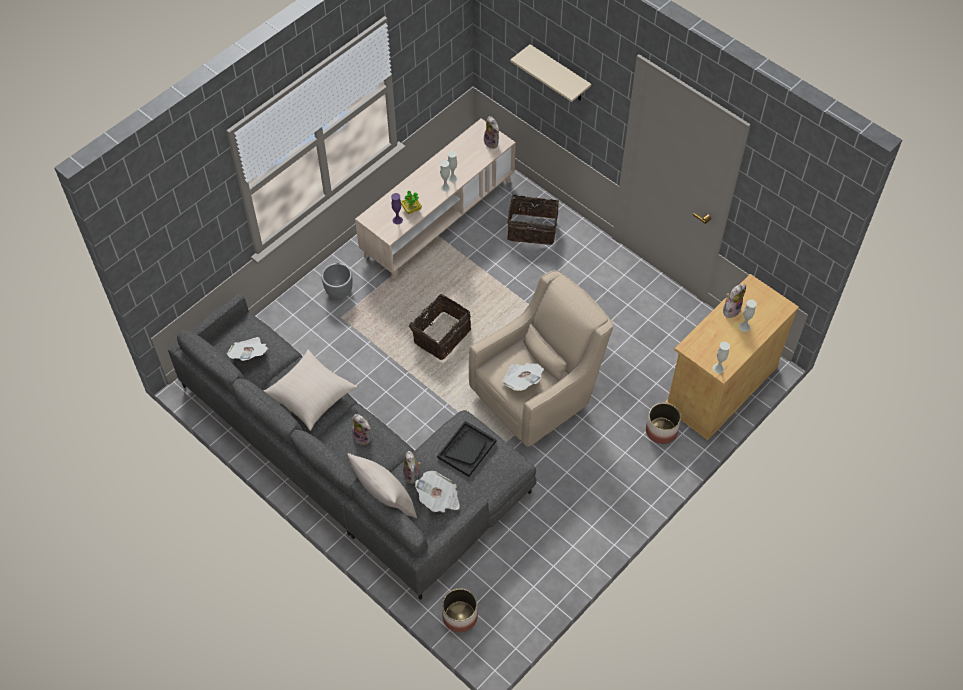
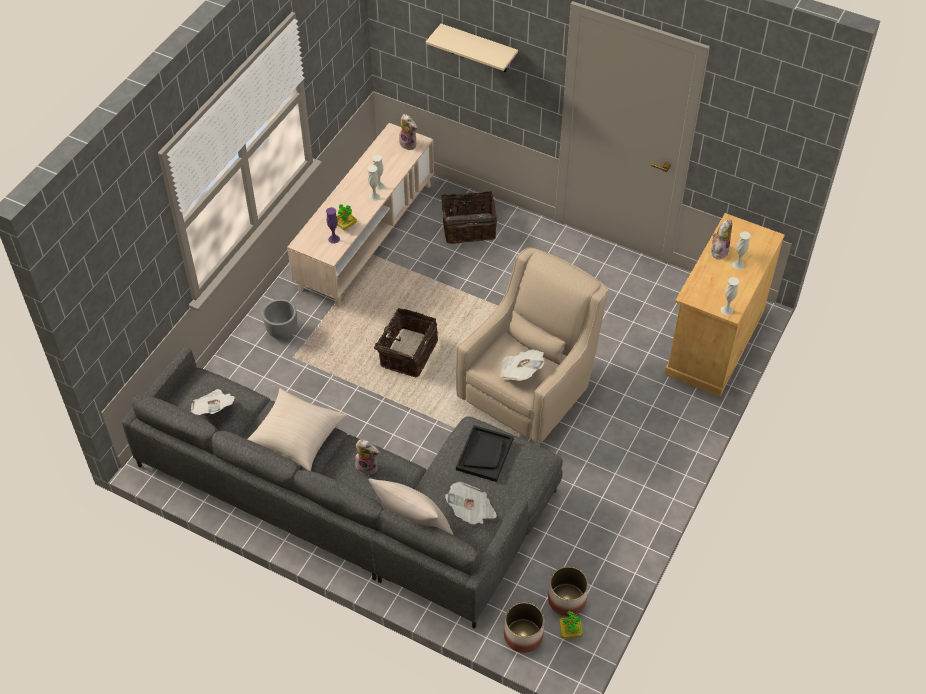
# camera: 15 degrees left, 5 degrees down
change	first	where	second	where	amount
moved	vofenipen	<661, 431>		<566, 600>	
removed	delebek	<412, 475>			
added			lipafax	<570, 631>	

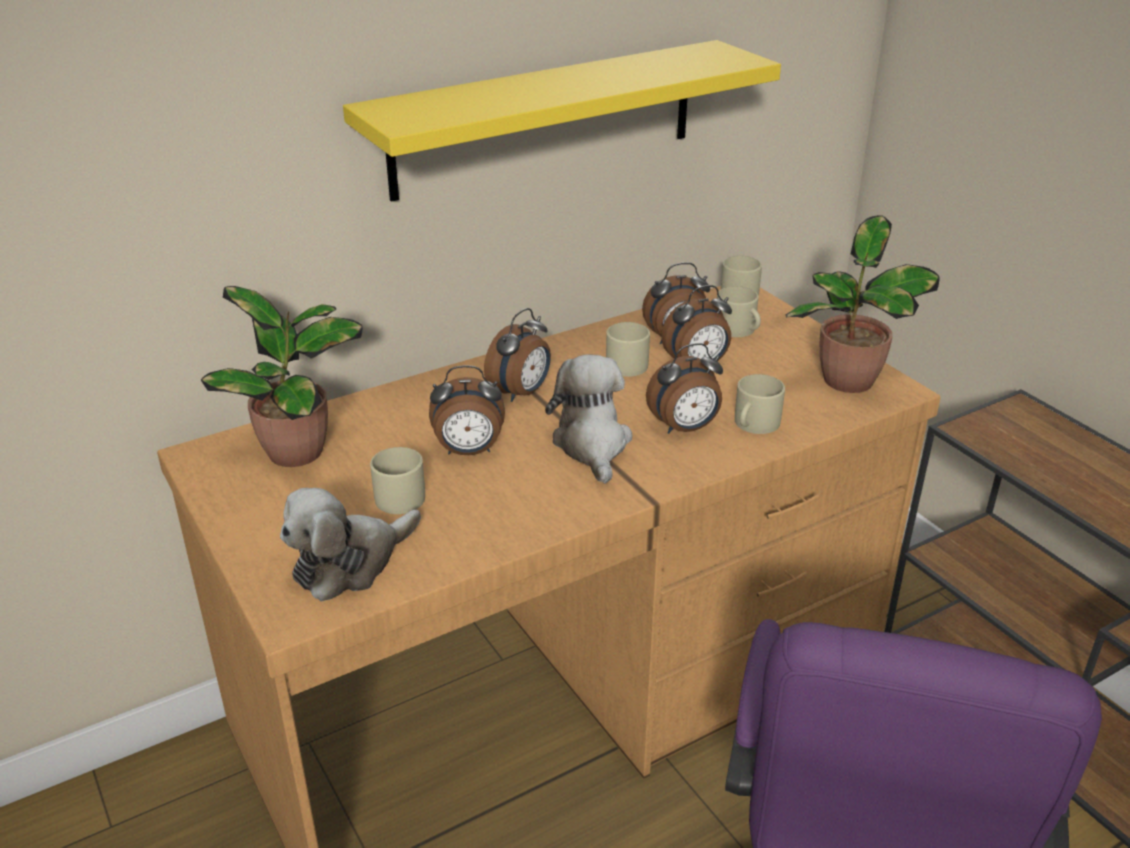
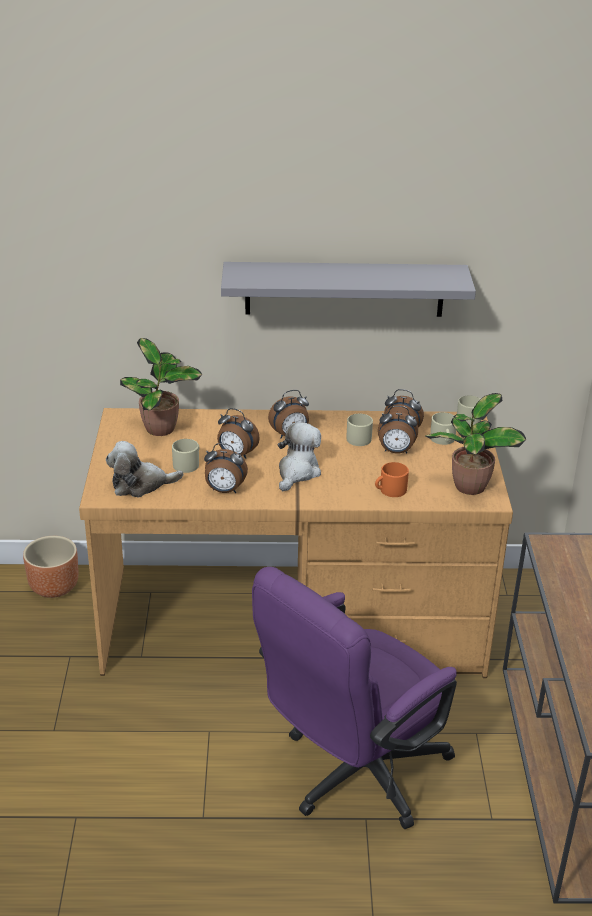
# camera: 30 degrees right, 0 degrees up
change	first	where	second	where	amount
recoloured	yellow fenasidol	<545, 119>	grey fenasidol	<344, 289>	
moved	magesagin	<685, 428>		<224, 490>	
recoloured	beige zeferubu	<754, 424>	orange zeferubu	<390, 490>	
added			brown vofenipen	<54, 587>	

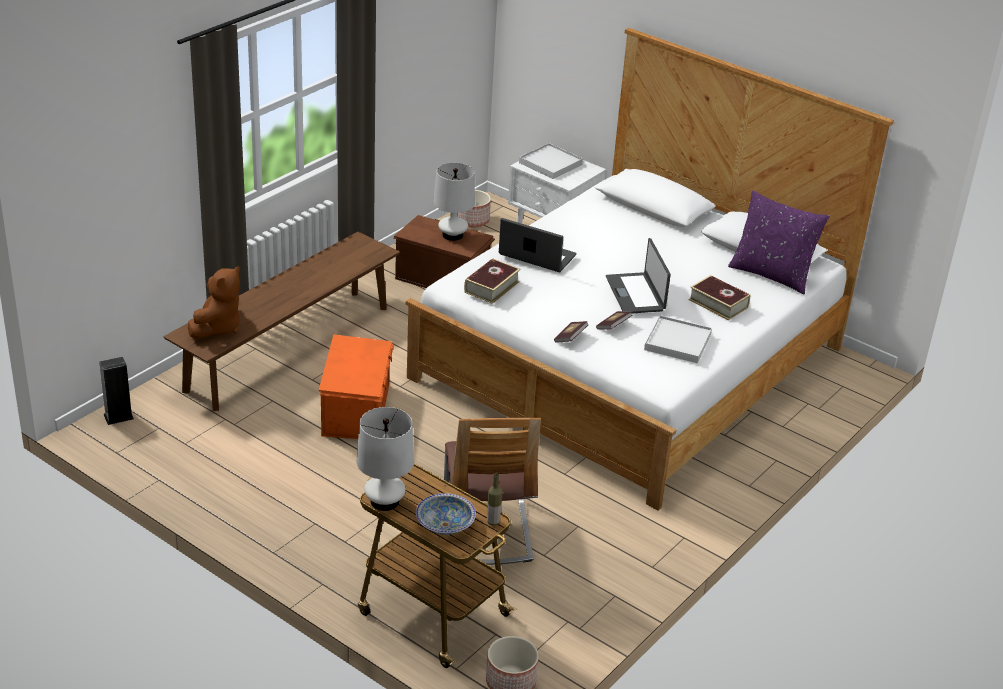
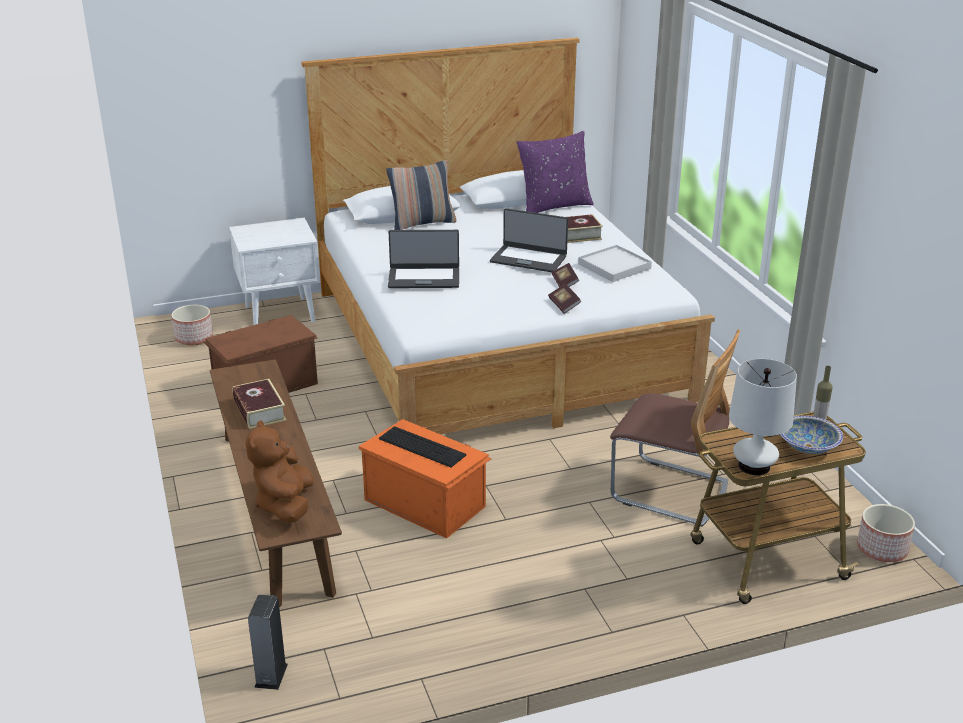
# camera: 55 degrees left, 5 degrees down
change	first	where	second	where	amount
removed	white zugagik	<550, 163>			
removed	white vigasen	<452, 235>			
turned	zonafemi	<536, 255>		<424, 278>	150 degrees counterclockwise
moved	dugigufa	<491, 287>		<259, 410>	
turned	brown delebek	<218, 327>		<285, 505>	150 degrees counterclockwise
added			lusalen	<422, 223>	
added			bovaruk	<422, 447>	

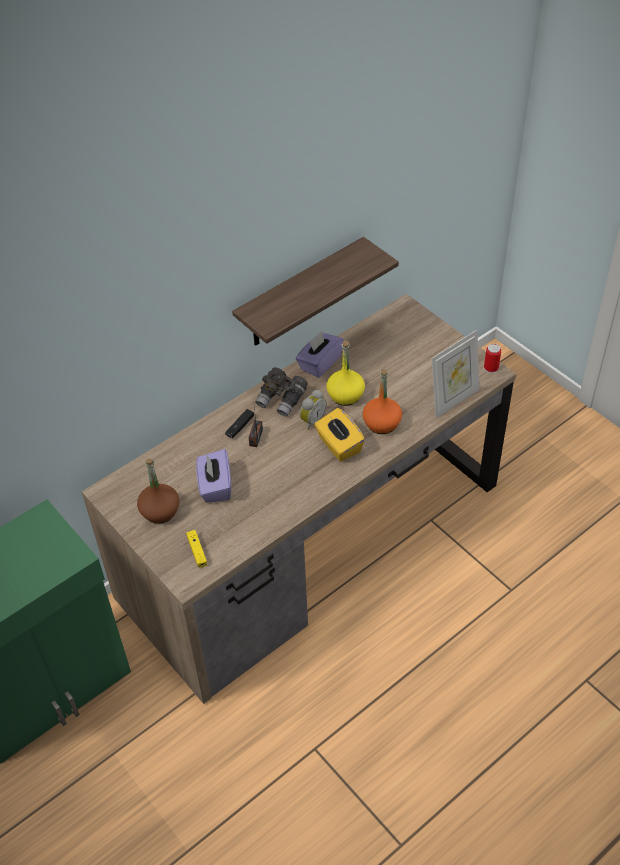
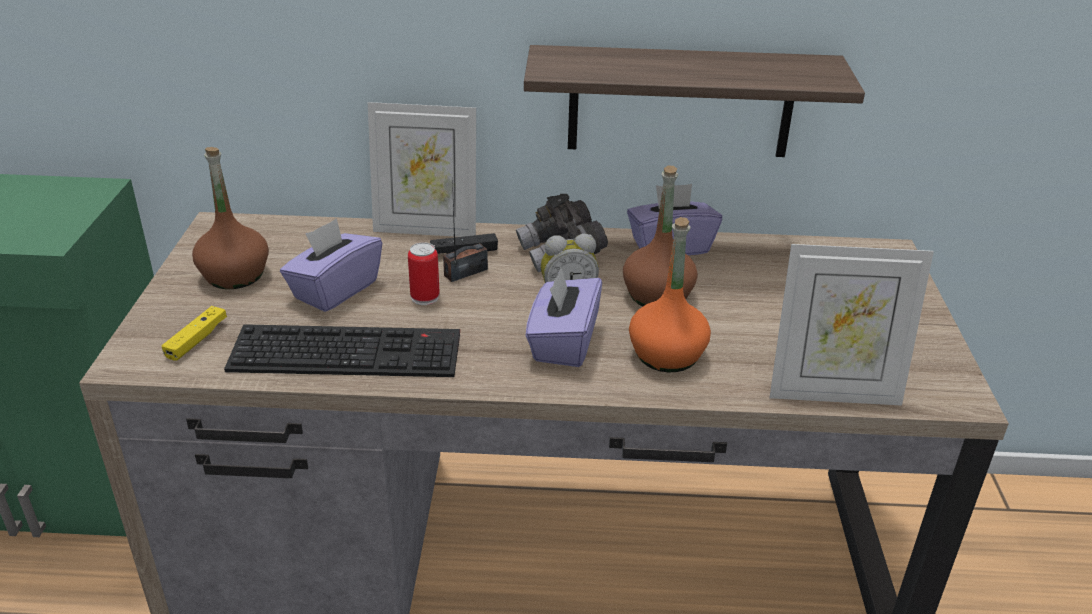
# camera: 40 degrees right, 15 degrees down
change	first	where	second	where	amount
recoloured	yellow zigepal	<345, 395>	brown zigepal	<657, 296>	
moved	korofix	<491, 368>		<425, 297>	
recoloured	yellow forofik	<339, 445>	purple forofik	<563, 343>	
added			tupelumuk	<426, 229>	
added			bovaruk	<349, 350>	

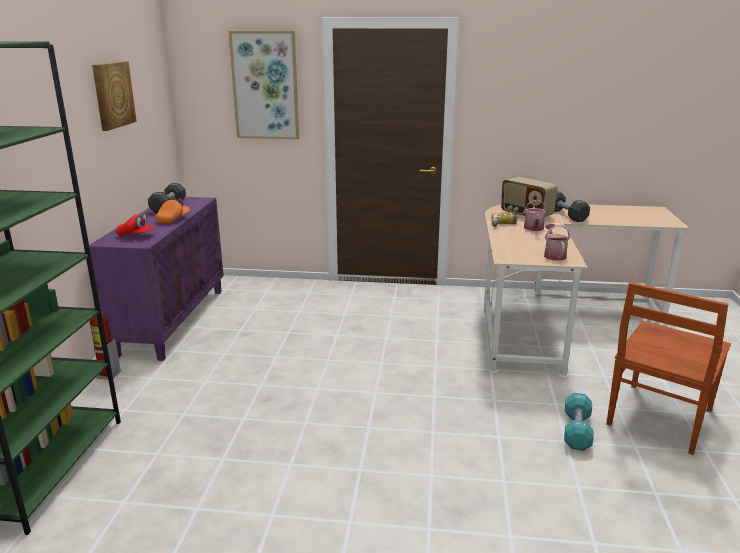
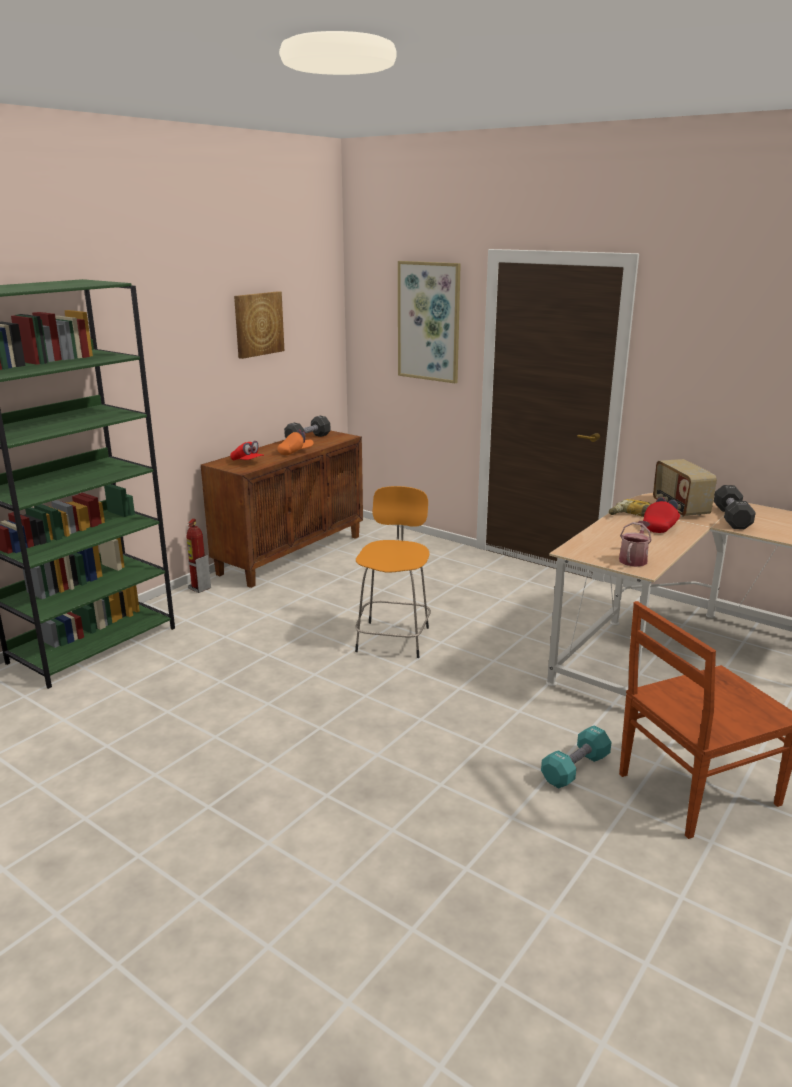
# camera: 30 degrees right, 0 degrees up
change	first	where	second	where	amount
recoloured	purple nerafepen	<172, 320>	brown nerafepen	<291, 554>	
replaced	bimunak	<534, 229>	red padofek	<660, 526>	
added			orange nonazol	<393, 638>	

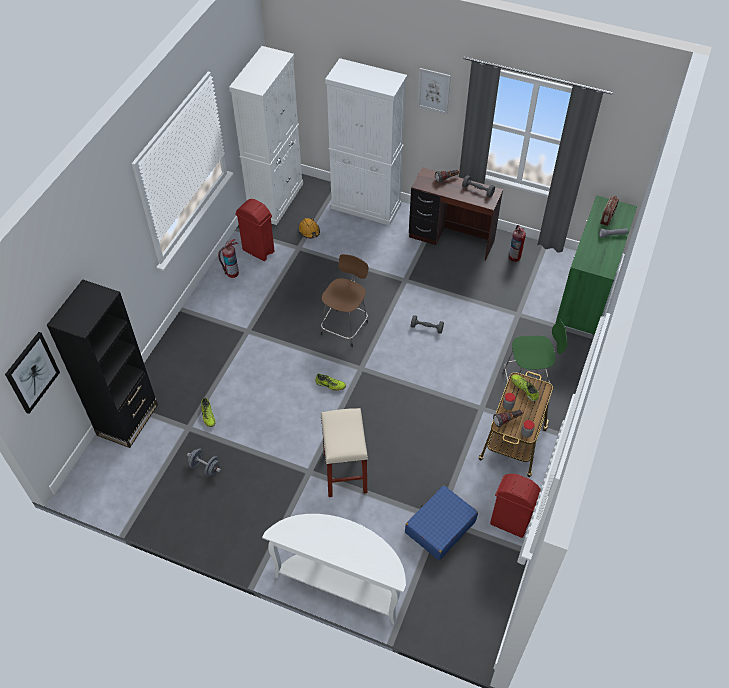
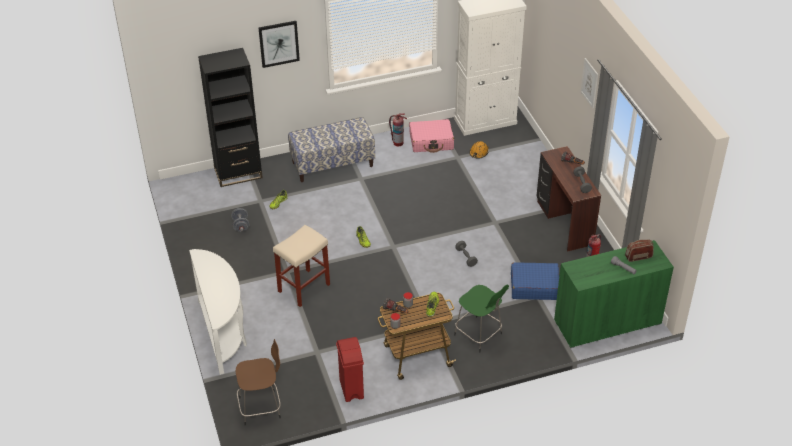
# camera: 50 degrees right, 10 degrees down
change	first	where	second	where	amount
removed	white nerafepen	<366, 206>			
replaced	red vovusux	<258, 250>	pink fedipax	<431, 141>	
moved	brown nonazol	<345, 327>		<261, 407>	
moved	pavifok	<32, 372>		<279, 43>	
moved	blue fedipax	<440, 527>		<534, 287>	
added			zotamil	<332, 164>	

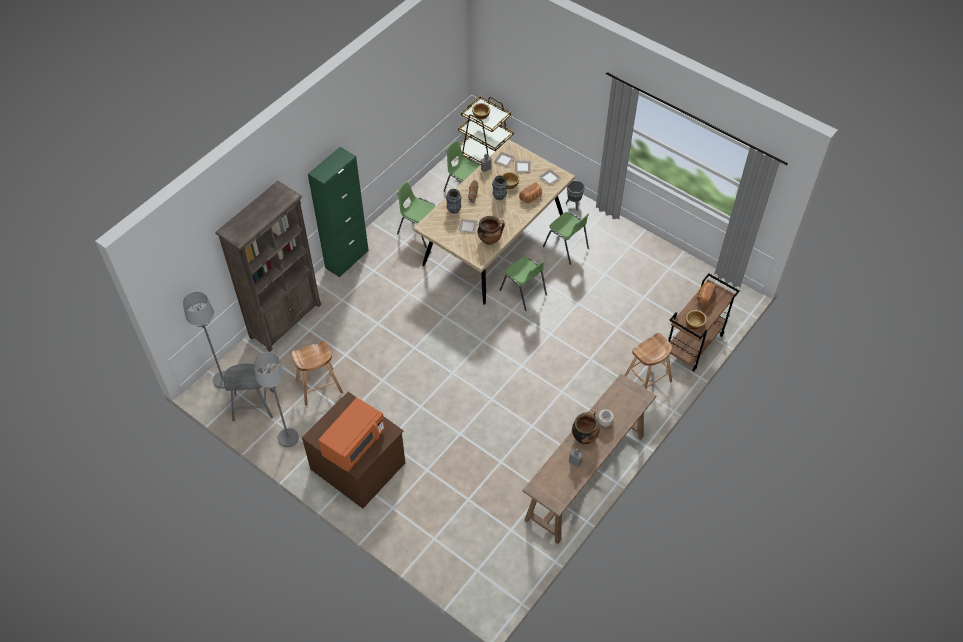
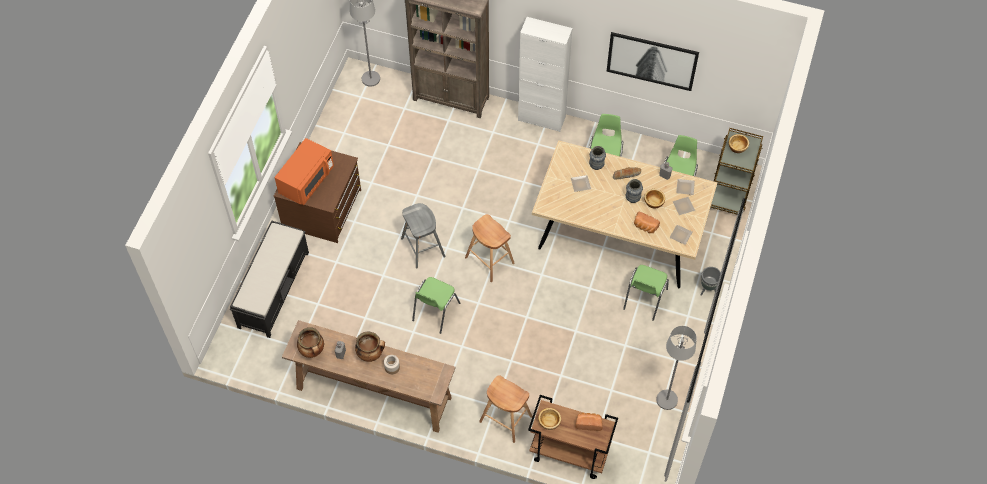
# camera: 70 degrees right, 5 degrees up
change	first	where	second	where	amount
recoloured	green nerafepen	<347, 259>	white nerafepen	<541, 118>	
moved	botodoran	<490, 240>		<312, 351>	
moved	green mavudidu	<523, 292>		<435, 312>	
moved	brown nonazol	<319, 386>		<490, 260>	
moved	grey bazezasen	<288, 438>		<666, 400>	
moved	grey nonazol	<253, 406>		<423, 247>	
turned	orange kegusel	<354, 443>		<306, 181>	75 degrees counterclockwise
added			pavifok	<652, 60>	
added			black zotamil	<274, 289>	

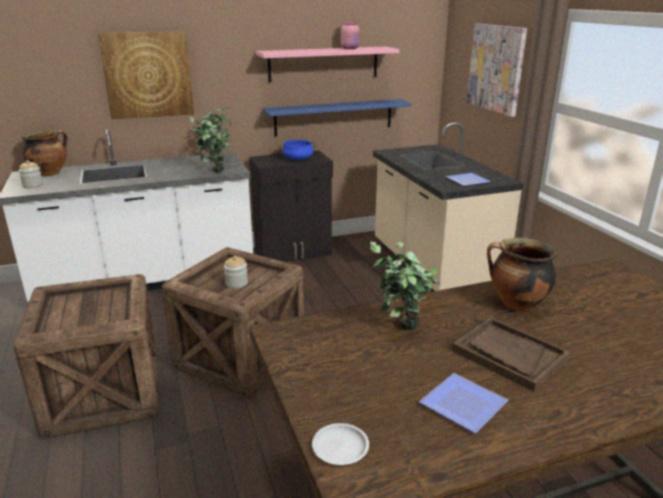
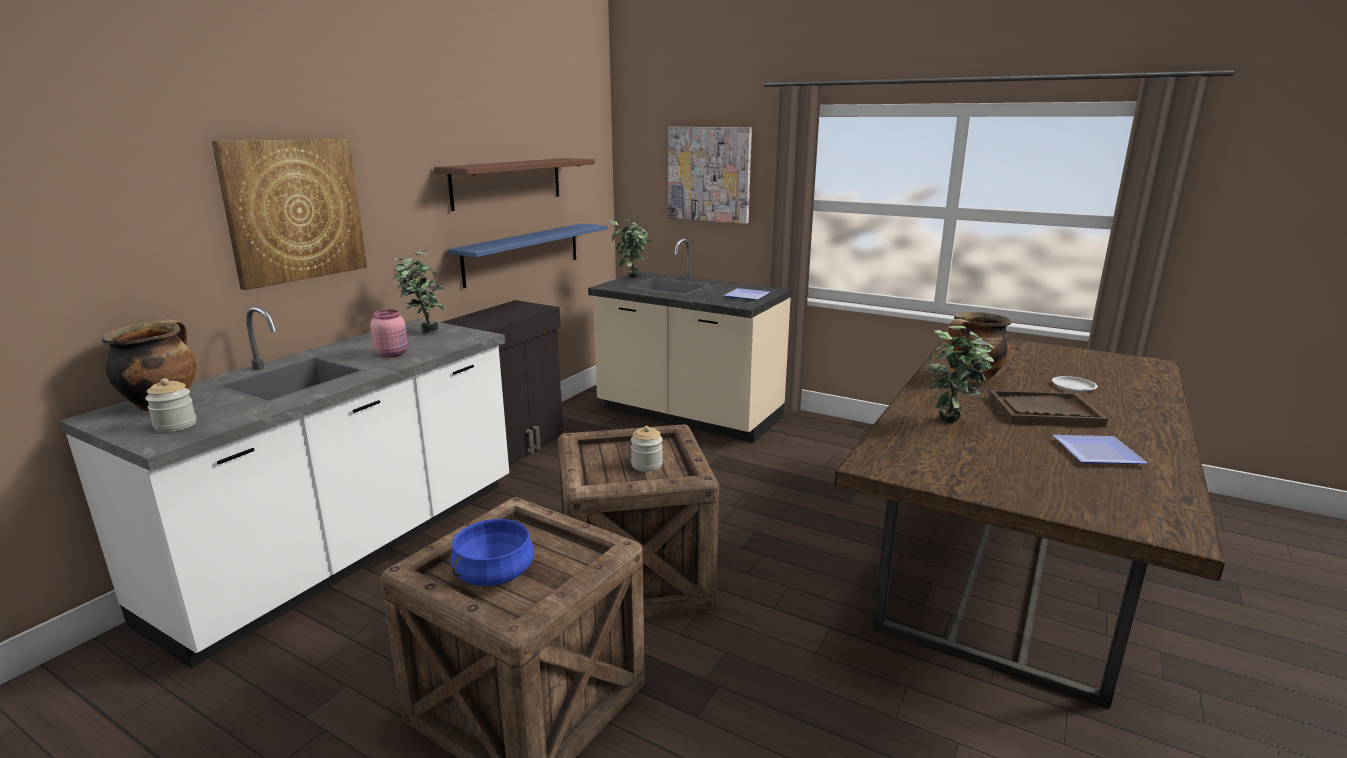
# camera: 40 degrees left, 5 degrees down
change	first	where	second	where	amount
moved	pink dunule	<350, 48>		<393, 354>	
recoloured	pink fenasidol	<323, 64>	brown fenasidol	<507, 182>	
moved	lipafax	<212, 173>		<631, 278>	
moved	blue botodoran	<298, 158>		<494, 573>	
moved	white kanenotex	<340, 447>		<1073, 387>	

